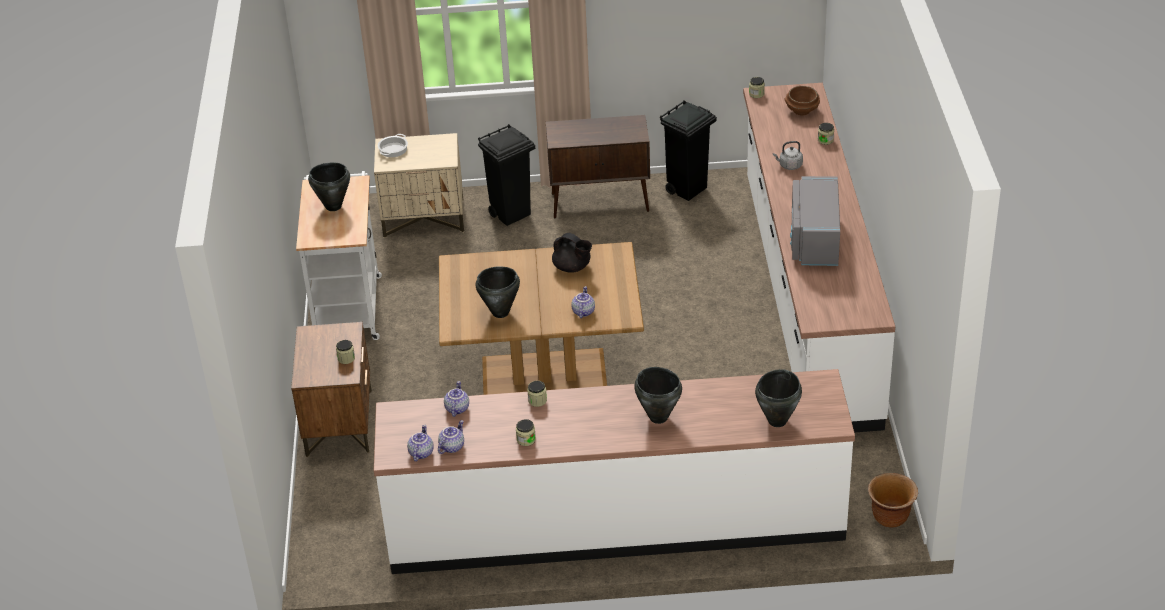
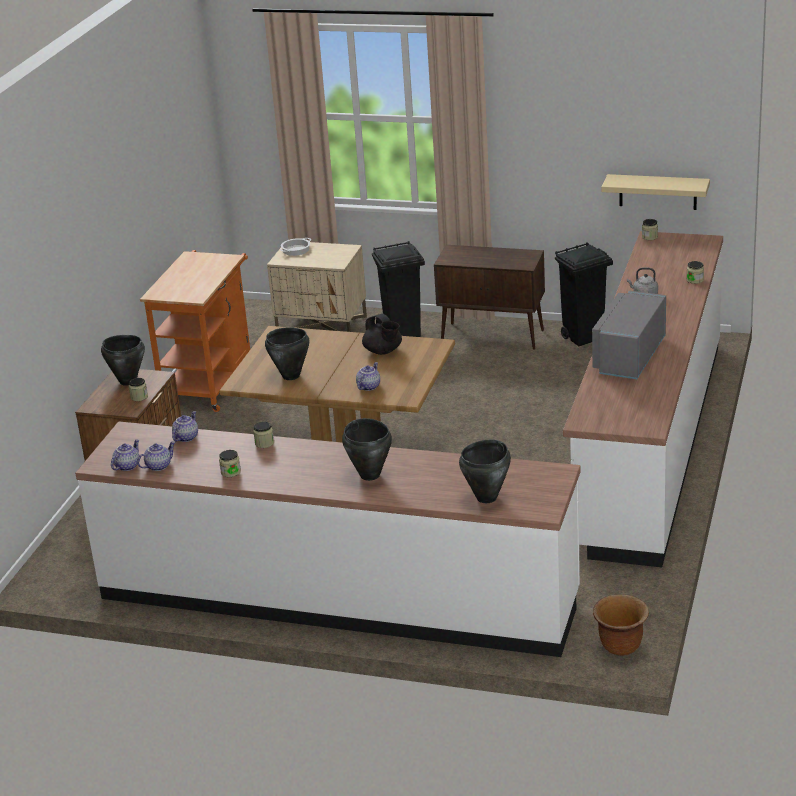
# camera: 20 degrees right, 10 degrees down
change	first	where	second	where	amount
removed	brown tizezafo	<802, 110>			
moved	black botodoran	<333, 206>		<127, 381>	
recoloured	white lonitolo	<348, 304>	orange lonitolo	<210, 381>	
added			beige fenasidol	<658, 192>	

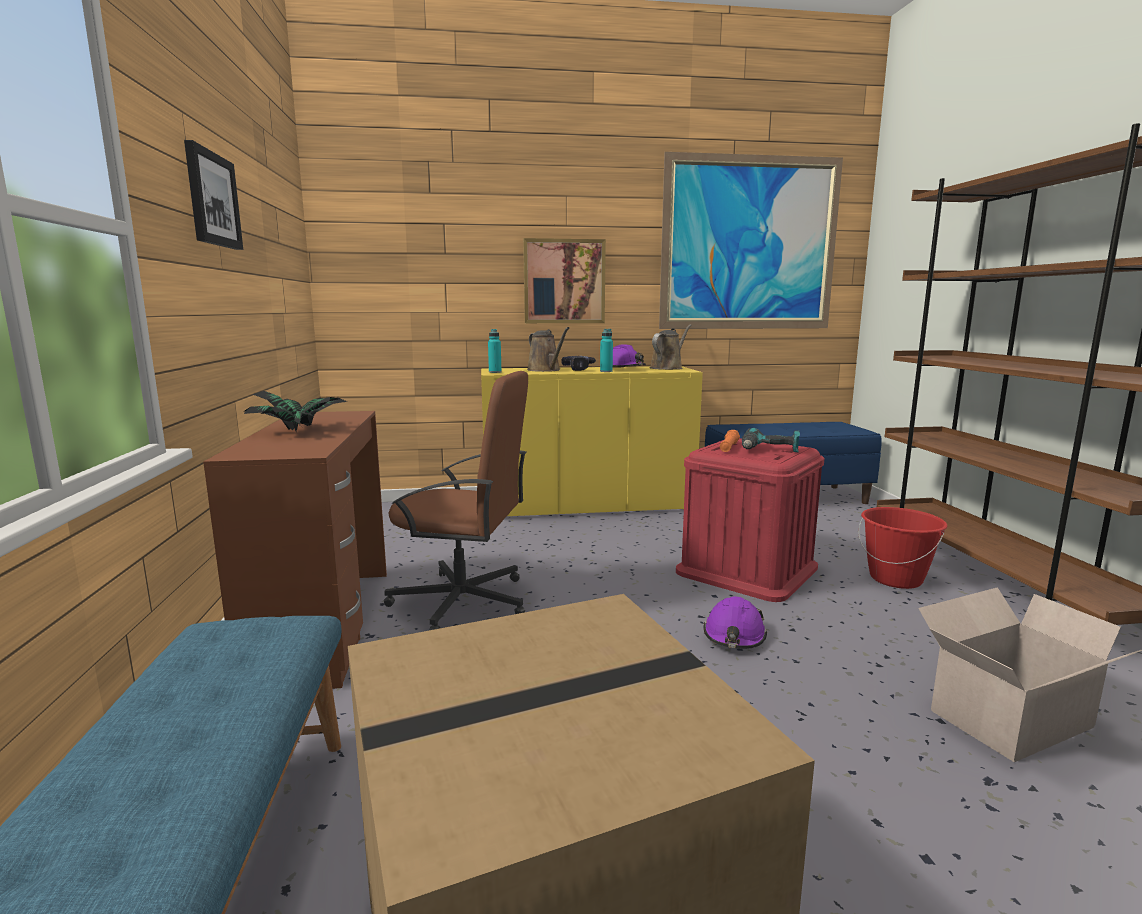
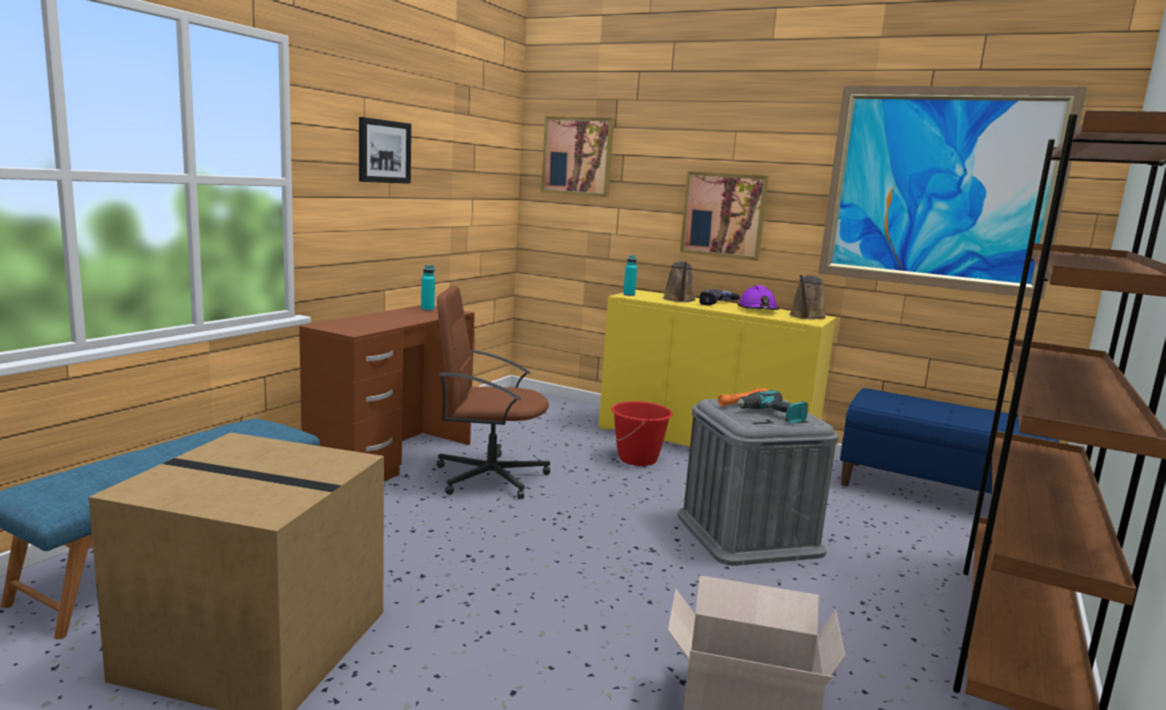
# camera: 35 degrees right, 0 degrees up
change	first	where	second	where	amount
turned	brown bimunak	<668, 368>		<806, 317>	135 degrees clockwise
moved	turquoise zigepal	<606, 371>		<427, 309>	
turned	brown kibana	<463, 602>		<488, 477>	135 degrees clockwise
removed	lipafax	<300, 431>			
recoloured	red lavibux	<747, 569>	grey lavibux	<748, 533>	
moved	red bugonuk	<896, 579>		<638, 459>	
removed	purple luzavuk	<734, 636>			
added			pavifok	<577, 156>	

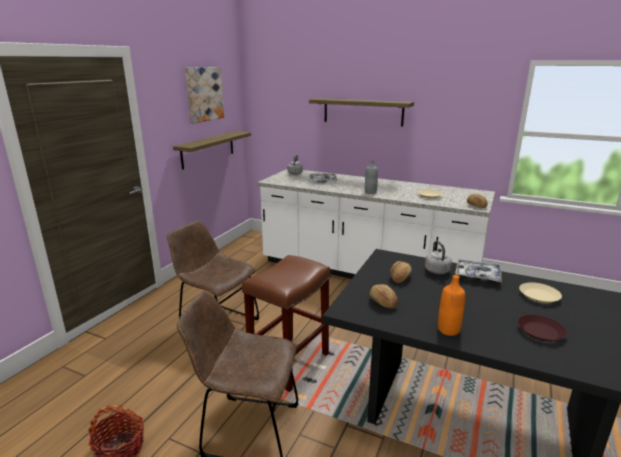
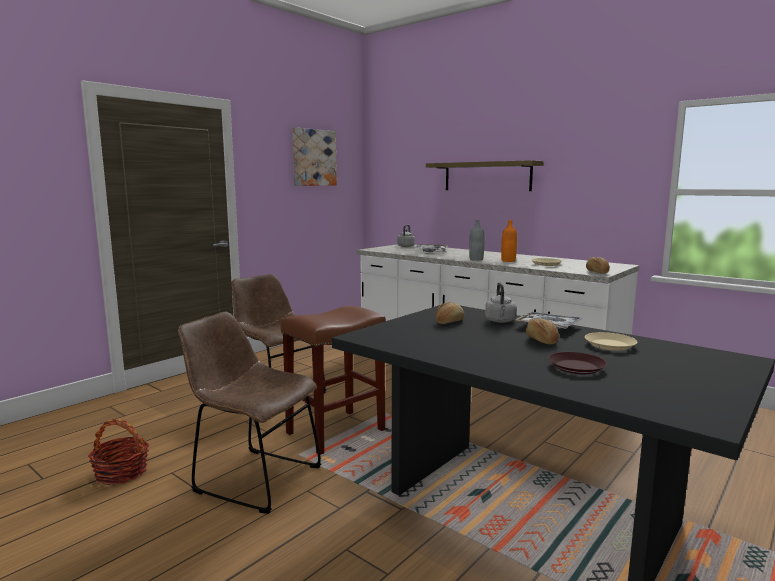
# camera: 15 degrees right, 10 degrees down
change	first	where	second	where	amount
removed	fenasidol	<208, 149>			
moved	orange zigepal	<448, 330>		<508, 261>	
moved	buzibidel	<382, 302>		<541, 341>	

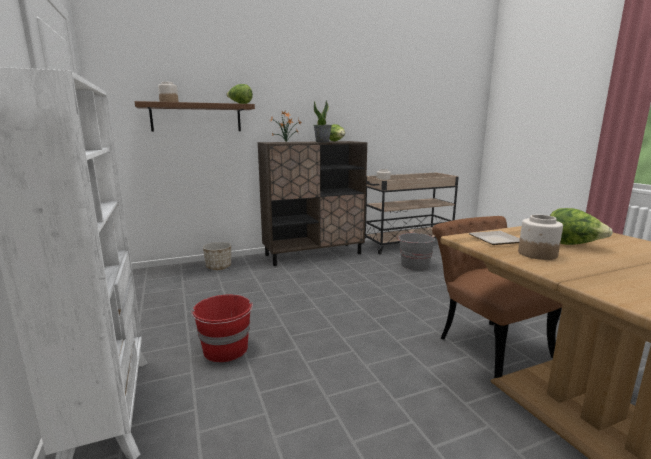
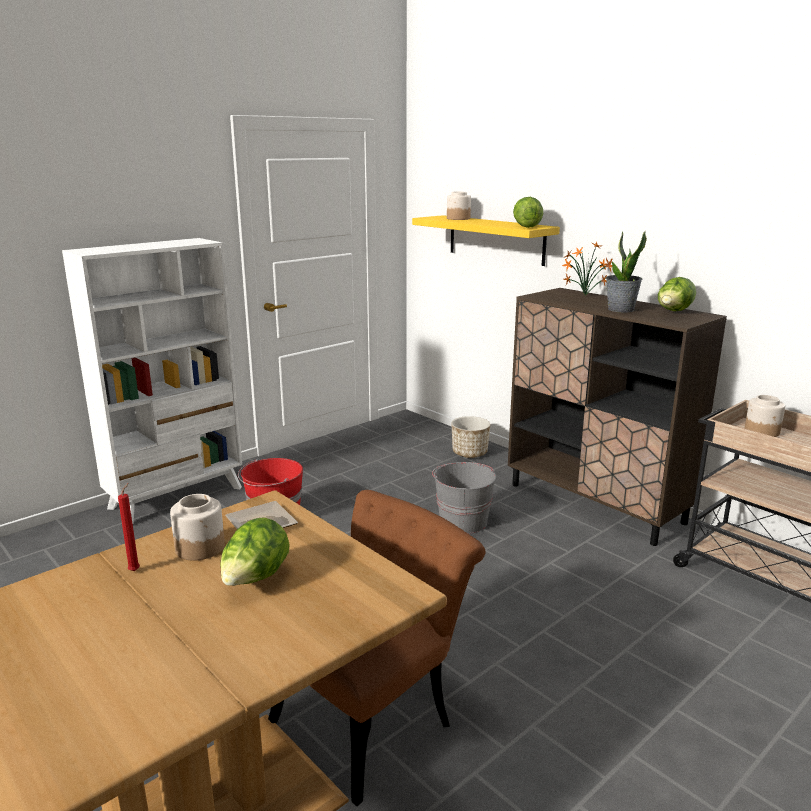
# camera: 70 degrees right, 5 degrees up
change	first	where	second	where	amount
recoloured	brown fenasidol	<196, 118>	yellow fenasidol	<496, 239>	
moved	grey bugonuk	<414, 265>		<462, 521>	
added			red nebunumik	<135, 570>	

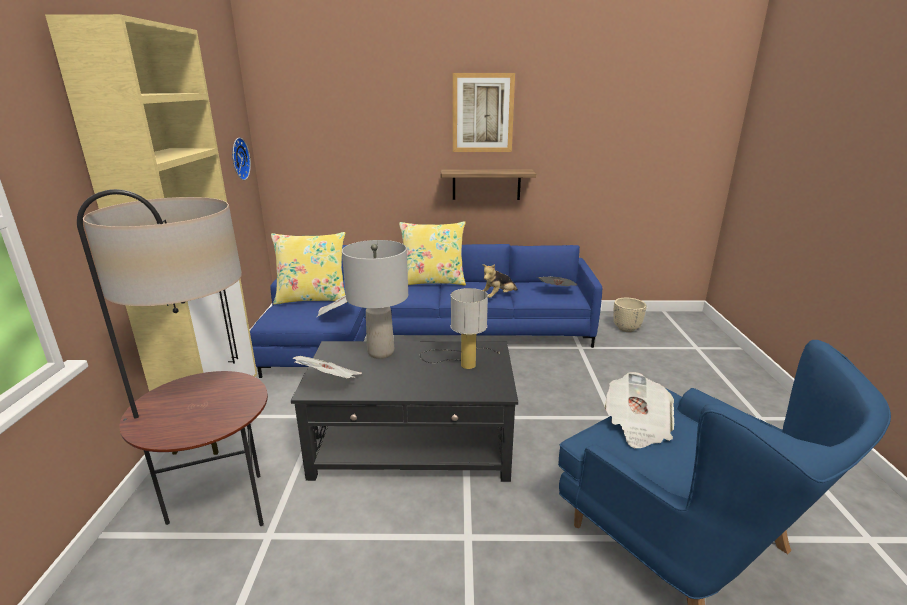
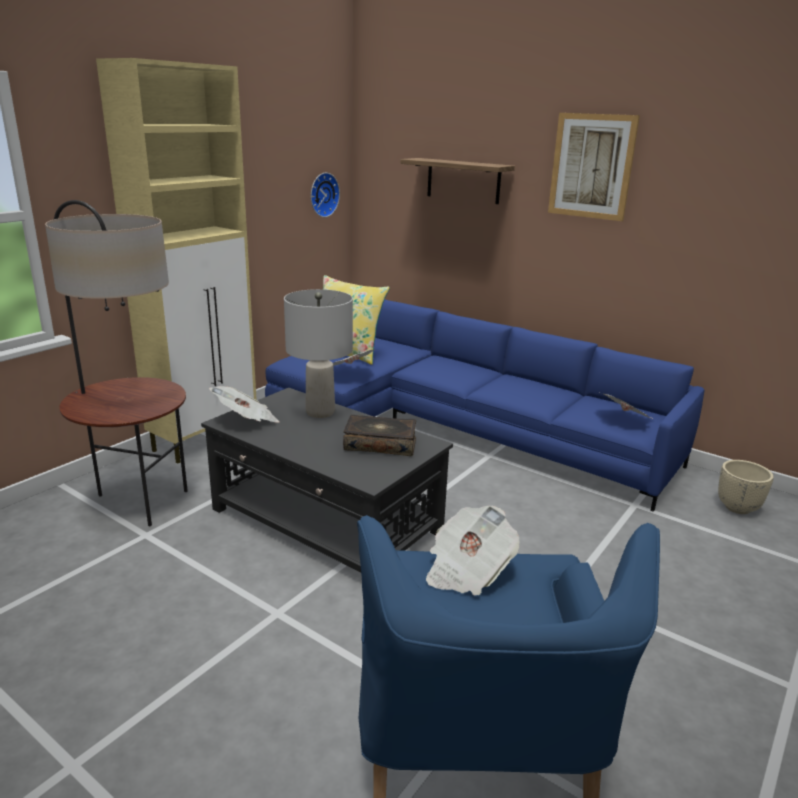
# camera: 35 degrees right, 0 degrees up
change	first	where	second	where	amount
moved	fenasidol	<486, 184>		<463, 181>	
removed	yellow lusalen	<433, 282>			
removed	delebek	<498, 296>			
replaced	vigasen	<462, 360>	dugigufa	<380, 444>	

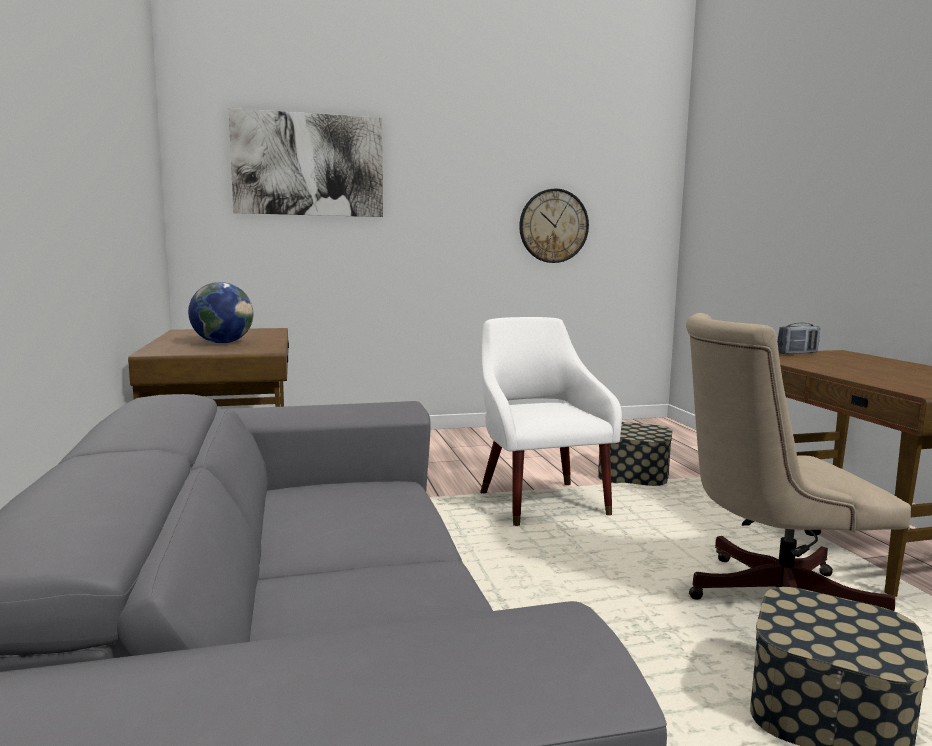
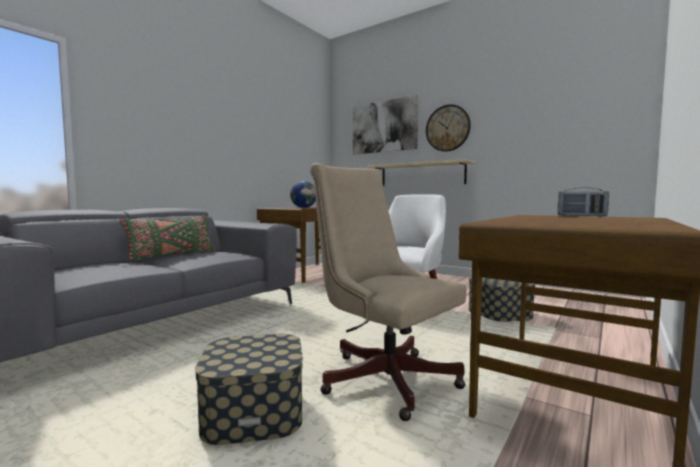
# camera: 50 degrees right, 5 degrees down
change	first	where	second	where	amount
moved	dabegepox	<553, 226>		<447, 128>	
added			beige fenasidol	<421, 174>	
added			green lusalen	<172, 256>	

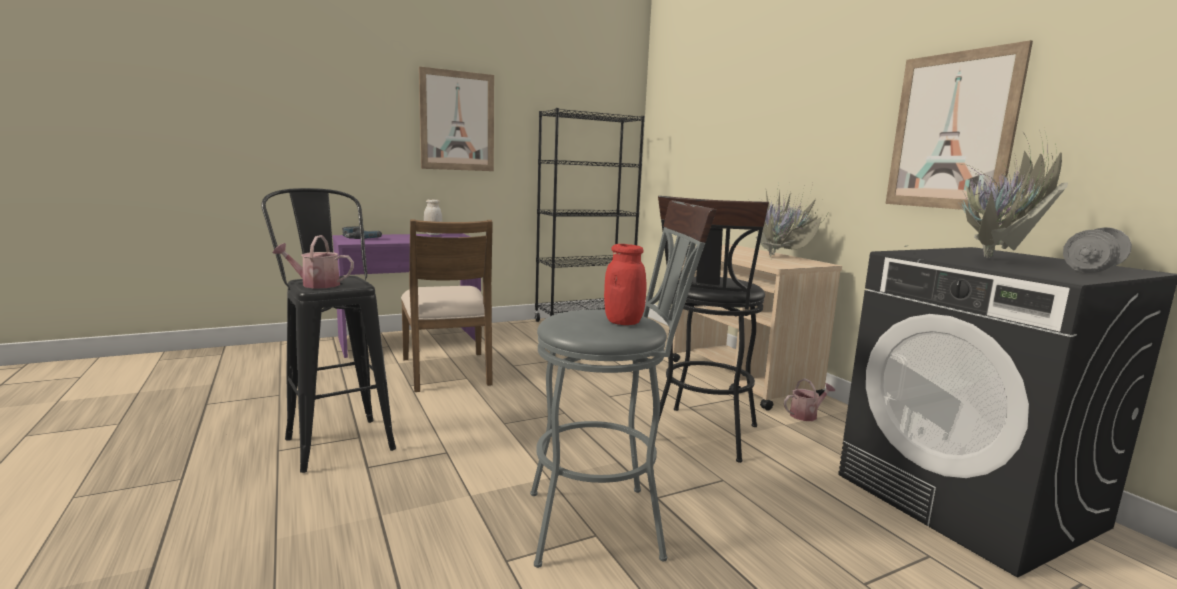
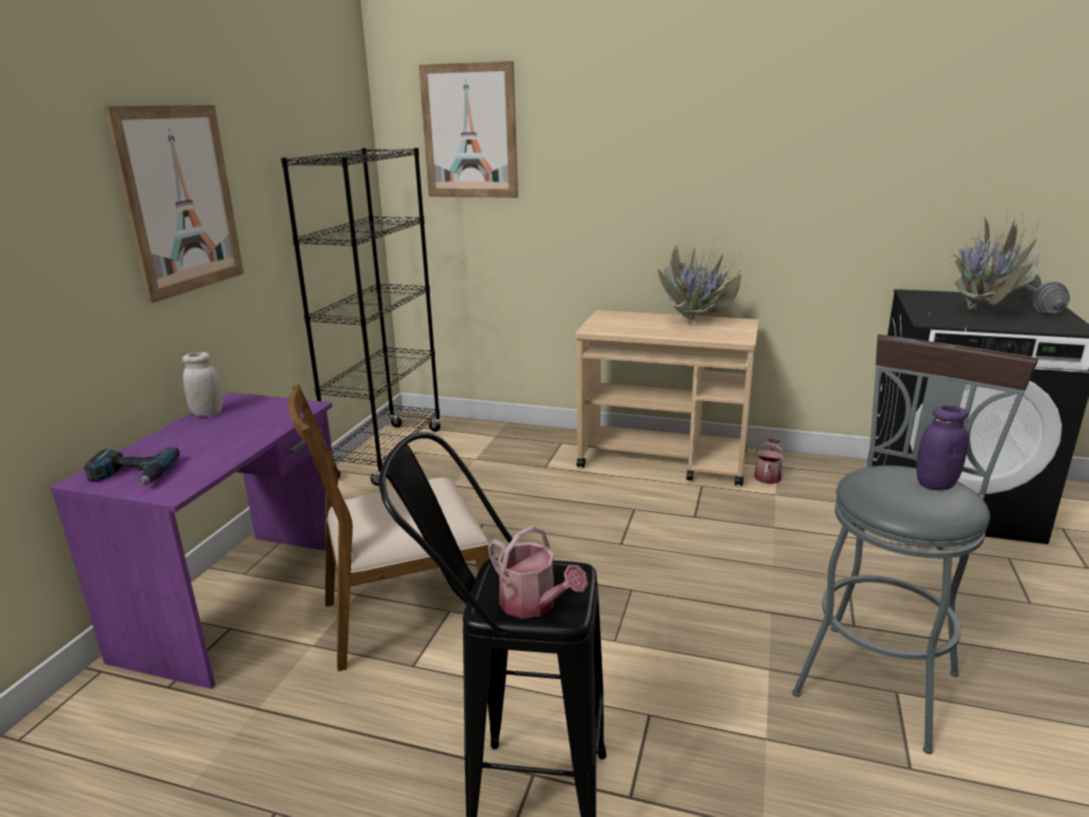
# camera: 45 degrees left, 10 degrees up
change	first	where	second	where	amount
moved	pavifok	<951, 131>		<469, 132>	
removed	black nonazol	<702, 437>			
turned	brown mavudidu	<448, 371>		<406, 616>	135 degrees clockwise
turned	bimunak	<315, 284>		<534, 605>	90 degrees counterclockwise
recoloured	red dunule	<623, 322>	purple dunule	<935, 484>	

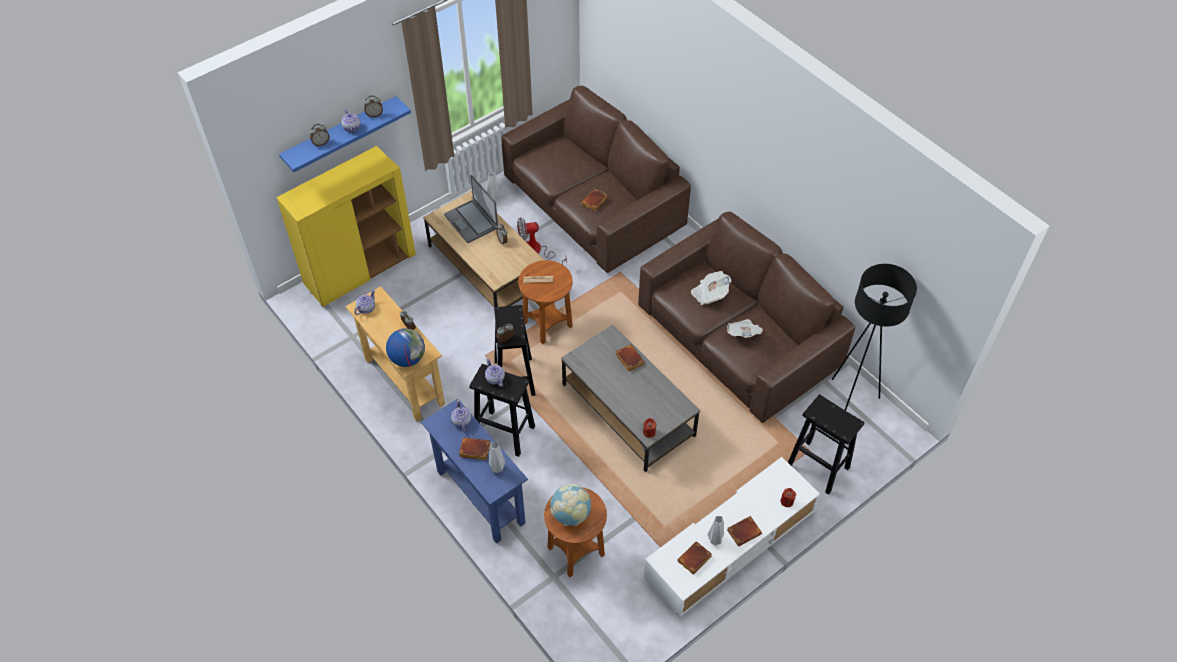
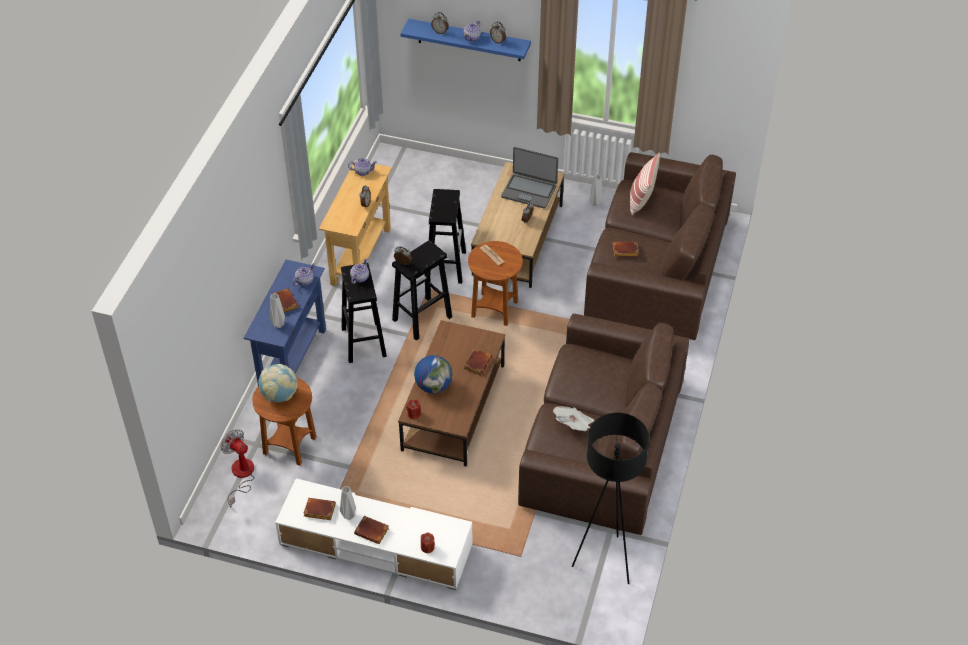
# camera: 55 degrees right, 5 degrees down
change	first	where	second	where	amount
removed	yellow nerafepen	<360, 269>			
turned	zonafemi	<471, 221>		<529, 191>	90 degrees counterclockwise
moved	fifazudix	<537, 252>		<241, 475>	
removed	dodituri	<709, 294>			
recoloured	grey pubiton	<628, 410>	brown pubiton	<454, 407>	
moved	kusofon	<407, 358>		<433, 386>	
moved	black nonazol	<817, 466>		<446, 265>	
added			lusalen	<641, 200>	

